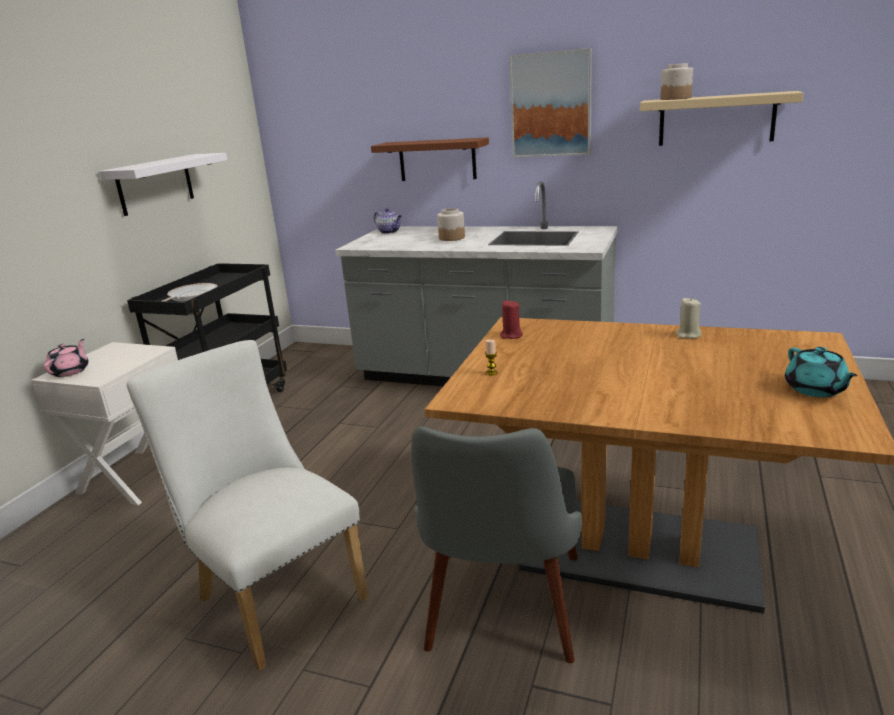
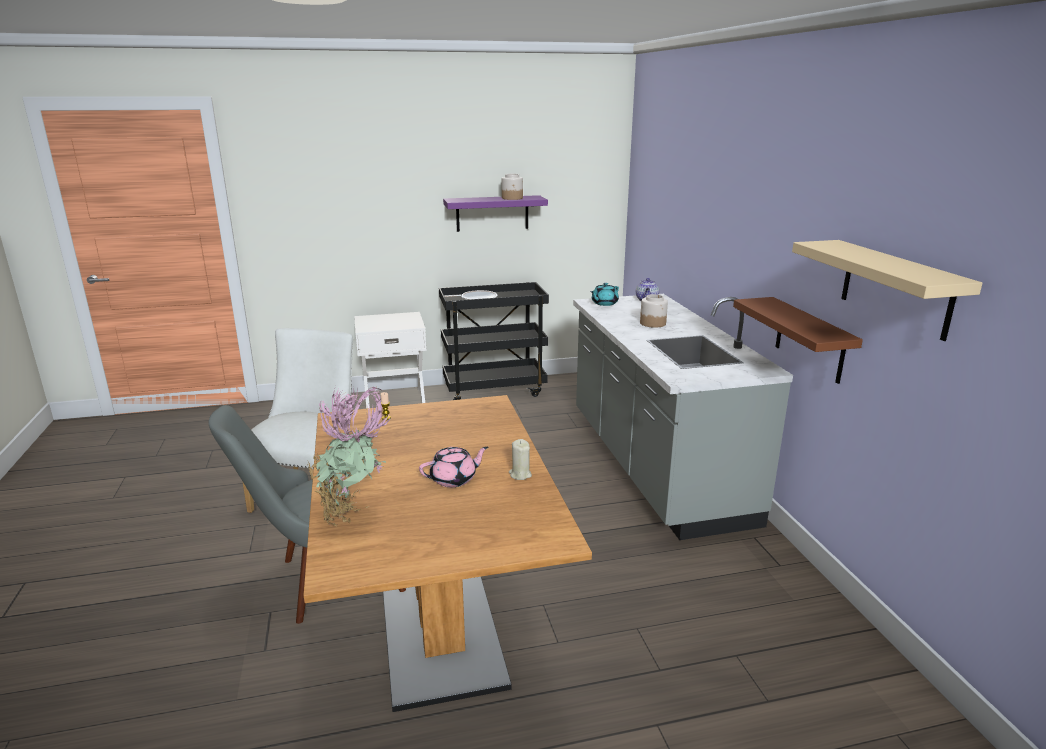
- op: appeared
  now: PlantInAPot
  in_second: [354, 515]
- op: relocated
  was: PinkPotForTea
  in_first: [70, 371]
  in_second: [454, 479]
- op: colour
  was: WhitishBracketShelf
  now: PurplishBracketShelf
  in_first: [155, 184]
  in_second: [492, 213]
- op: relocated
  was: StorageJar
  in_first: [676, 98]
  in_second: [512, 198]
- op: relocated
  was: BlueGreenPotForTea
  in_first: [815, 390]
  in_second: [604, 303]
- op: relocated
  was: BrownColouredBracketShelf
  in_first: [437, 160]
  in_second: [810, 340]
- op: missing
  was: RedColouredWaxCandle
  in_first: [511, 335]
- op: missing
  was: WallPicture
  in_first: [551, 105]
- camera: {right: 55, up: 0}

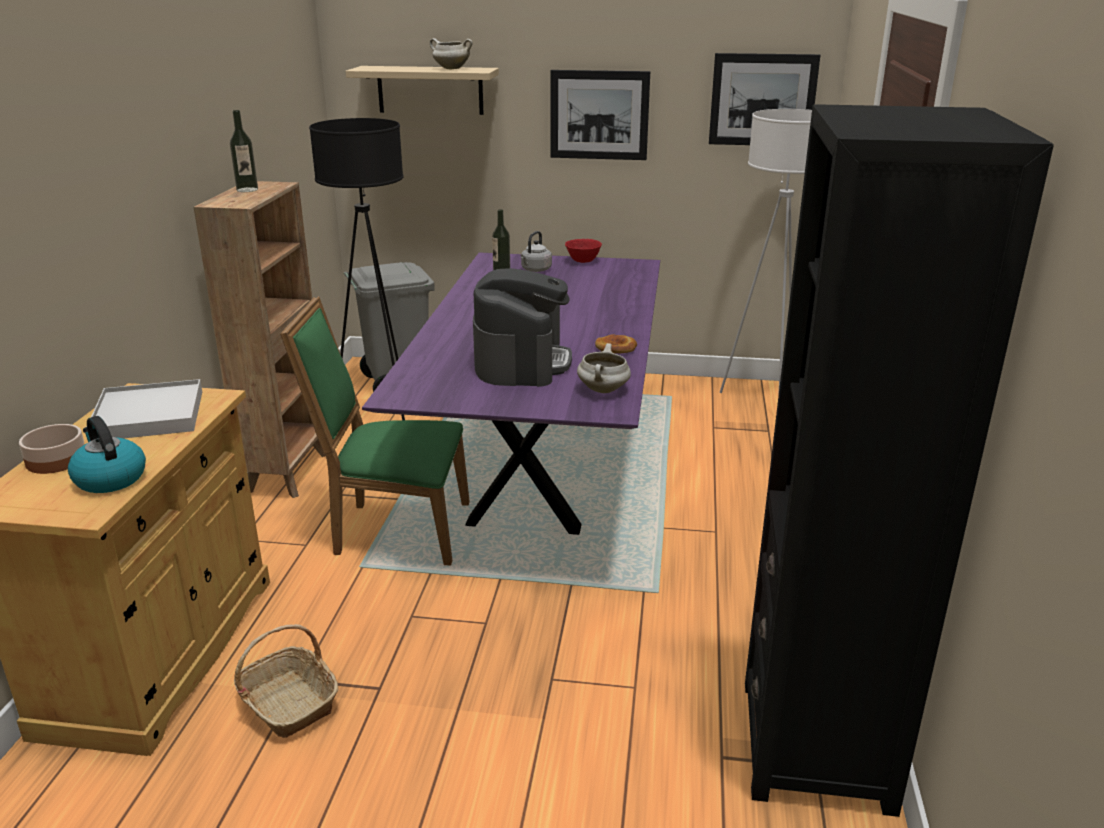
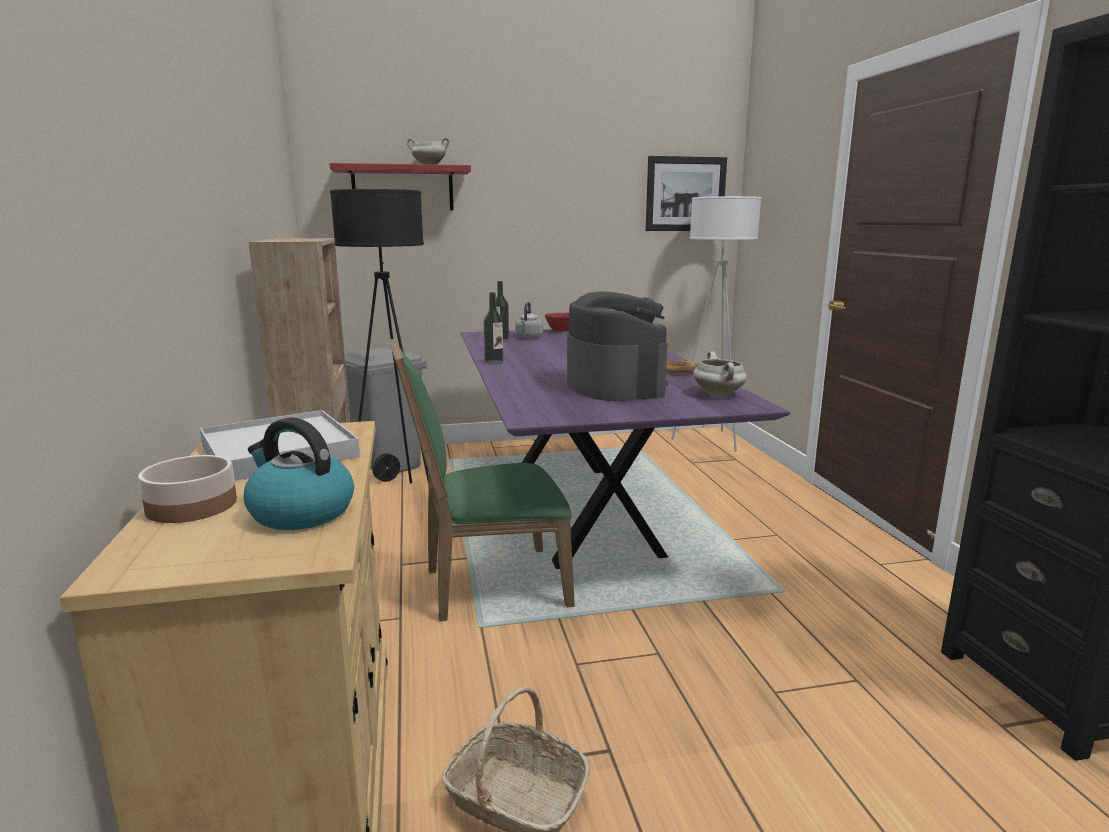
- op: colour
  was: BeigeBracketShelf
  now: RedColouredBracketShelf
  in_first: [430, 90]
  in_second: [403, 188]
- op: relocated
  was: BeverageBottle
  in_first: [247, 190]
  in_second: [494, 362]
- op: missing
  was: WallPicture
  in_first: [599, 115]
- camera: {right: -20, up: -10}

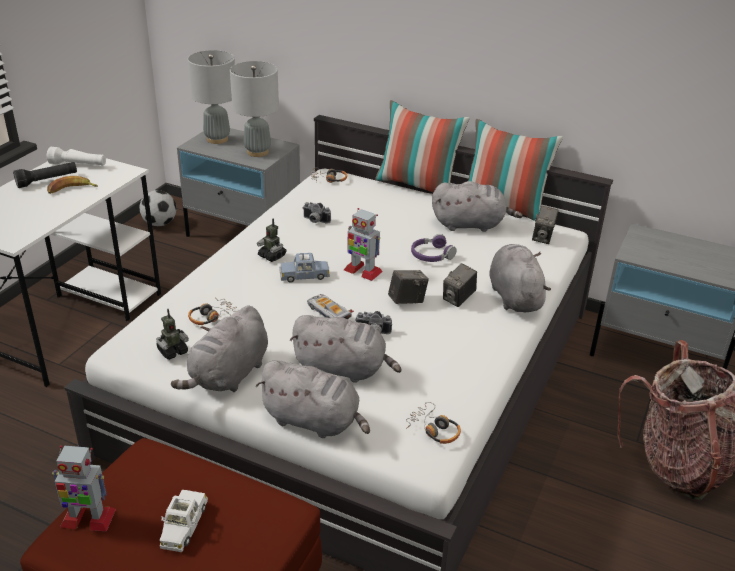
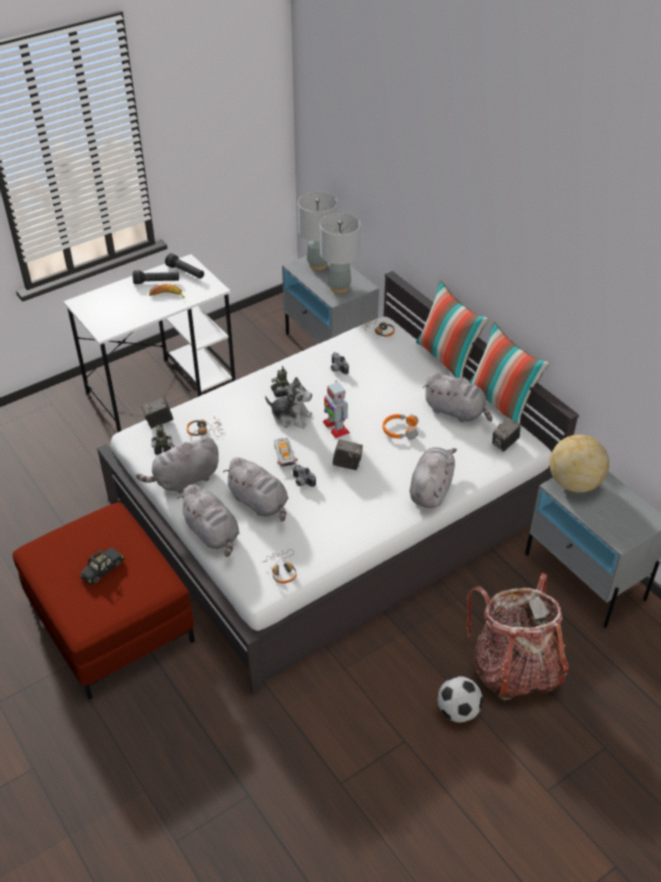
- op: colour
  was: WhitishModelCar
  now: BlackModelCar
  in_first: [183, 525]
  in_second: [102, 569]
- op: relocated
  was: PhotoCamera
  in_first: [458, 299]
  in_second: [159, 422]
- op: colour
  was: WhitishFlashlight
  now: BlackFlashlight
  in_first: [78, 165]
  in_second: [186, 272]
- op: exchanged
  was: BlueModelCar
  now: PlushToy
  in_first: [304, 275]
  in_second: [291, 417]
- op: colour
  was: PurplishHeadphones
  now: OrangeColouredHeadphones
  in_first: [431, 255]
  in_second: [400, 430]
- op: relocated
  was: FootballBall
  in_first: [159, 223]
  in_second: [457, 711]
- op: appeared
  now: Globe
  in_second: [574, 483]
- op: missing
  was: ToyRobot
  in_first: [87, 518]
- camera: {right: 30, up: 10}

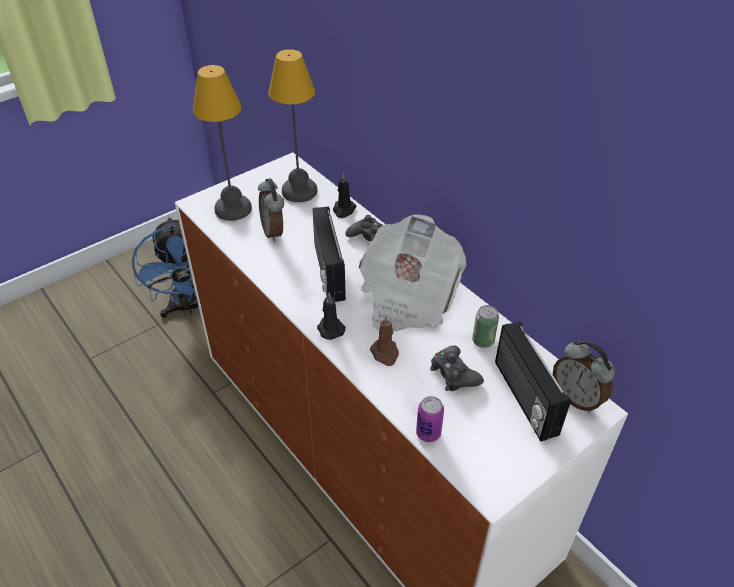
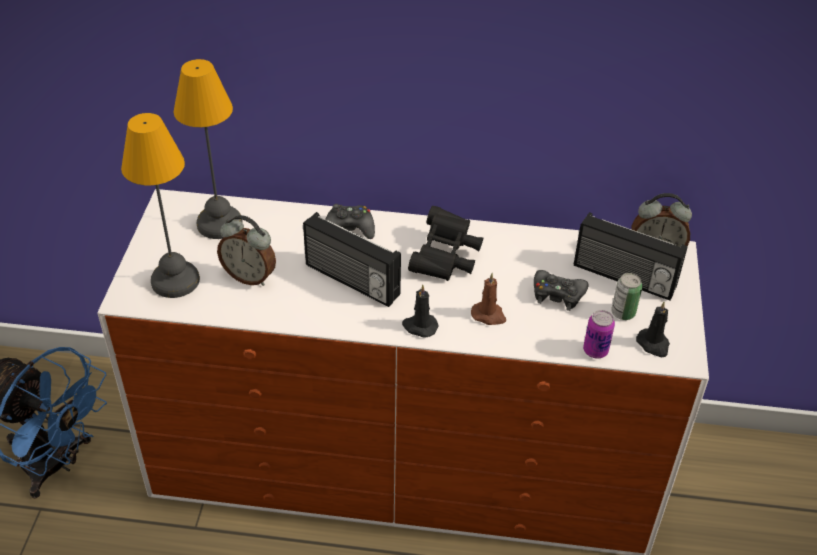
- op: exchanged
  was: PrintedPaper
  now: BlackPairOfBinoculars
  in_first: [407, 297]
  in_second: [445, 258]
- op: relocated
  was: SealedCan
  in_first: [483, 341]
  in_second: [623, 313]
- op: relocated
  was: BlackWaxCandle
  in_first: [344, 210]
  in_second: [653, 344]
- camera: {right: -45, up: 0}

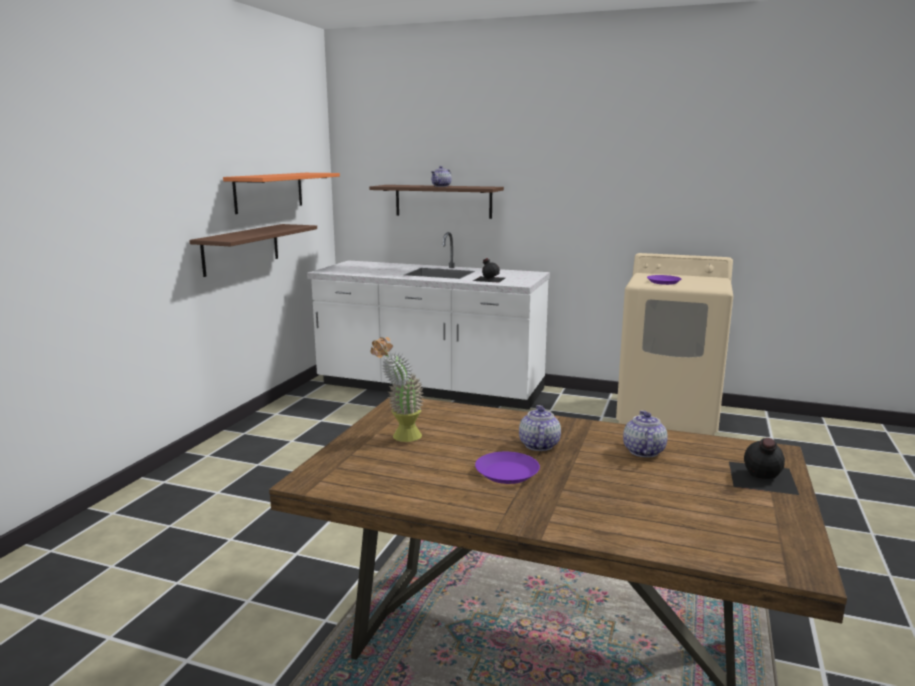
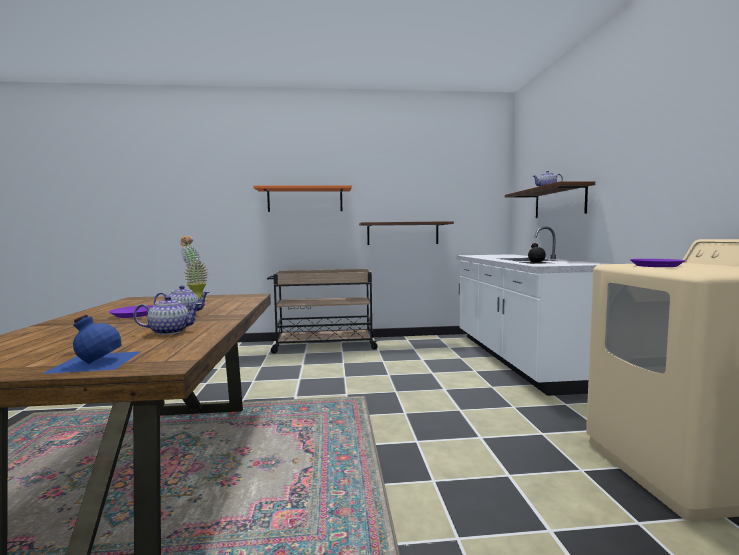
- op: colour
  was: BlackBeverageBottle
  now: BlueBeverageBottle
  in_first: [761, 477]
  in_second: [95, 361]
- op: relocated
  was: OrangeColouredBracketShelf
  in_first: [269, 192]
  in_second: [305, 200]
- op: appeared
  now: BeigeWheeledCart
  in_second: [323, 345]
- camera: {right: 65, up: -10}

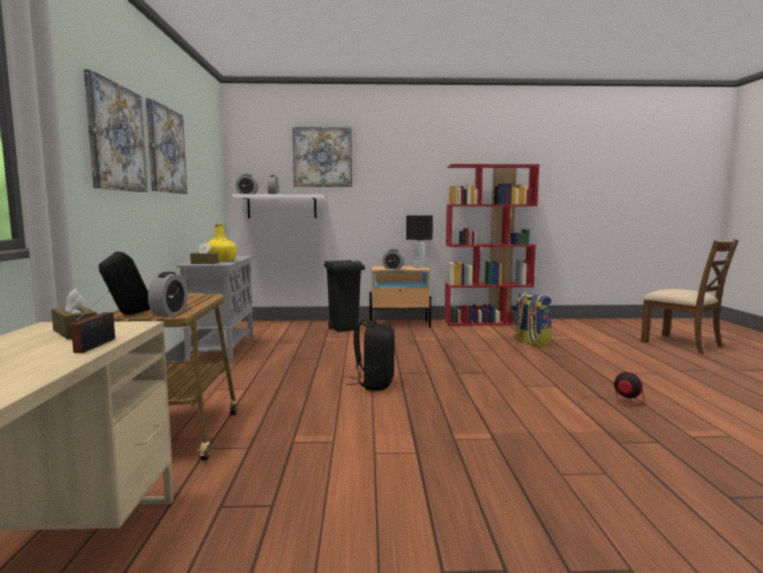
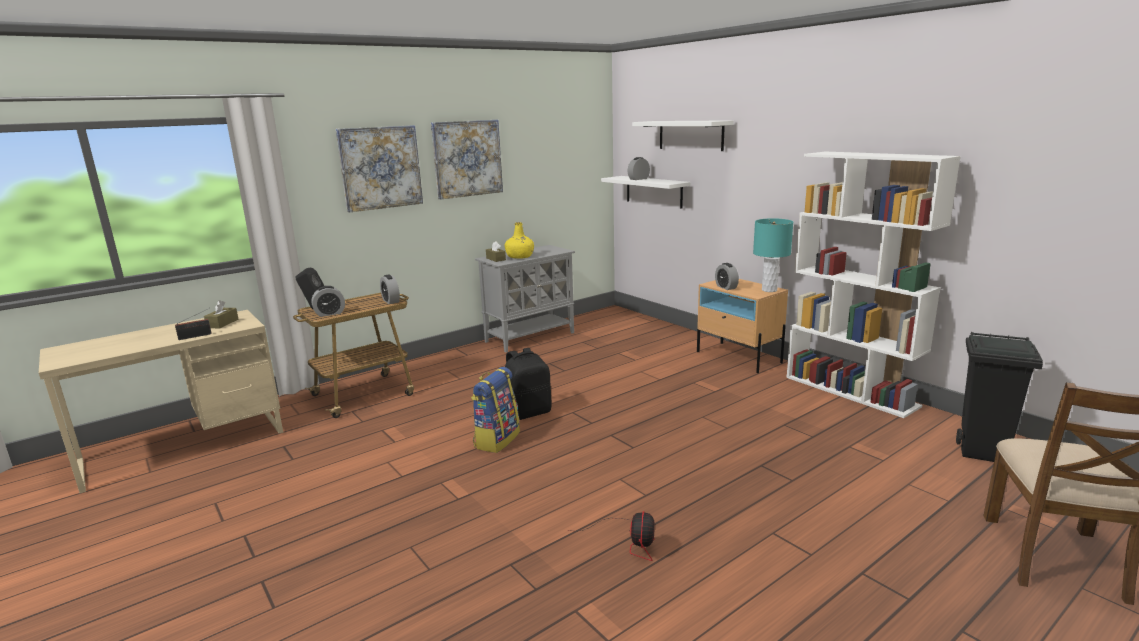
- op: relocated
  was: AlarmClock
  in_first: [247, 194]
  in_second: [391, 301]
- op: relocated
  was: Knapsack
  in_first: [531, 342]
  in_second: [496, 439]
- op: exchanged
  was: WallPicture
  now: WhitishBracketShelf
  in_first: [322, 157]
  in_second: [690, 135]
- op: colour
  was: BlackTableLamp
  now: BlueGreenTableLamp
  in_first: [419, 266]
  in_second: [769, 290]
- op: colour
  was: RedColouredBookshelf
  now: WhitishBookshelf
  in_first: [487, 322]
  in_second: [851, 391]
- op: relocated
  was: BlackWasteBin
  in_first: [344, 329]
  in_second: [983, 452]
- camera: {right: 55, up: 10}

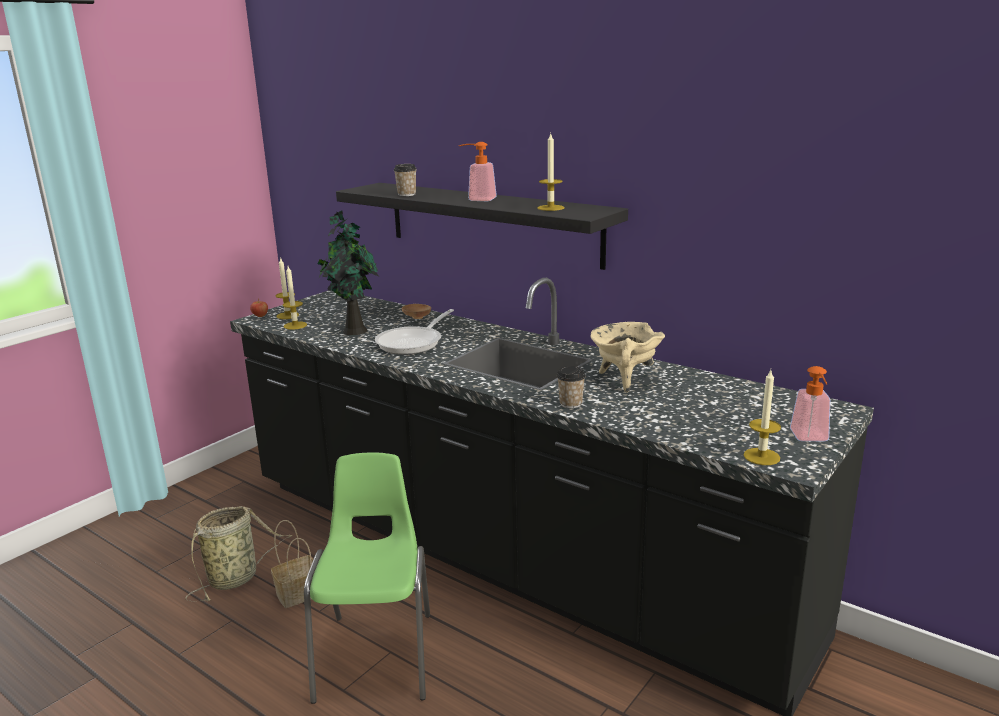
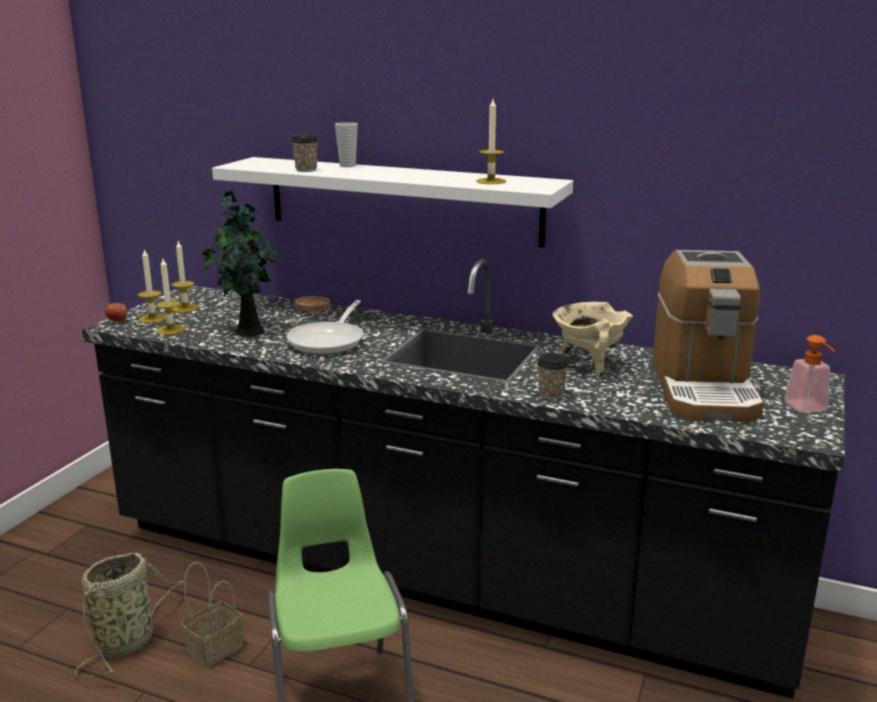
- op: relocated
  was: WaxCandle
  in_first: [761, 456]
  in_second: [185, 308]
- op: colour
  was: BlackBracketShelf
  now: WhitishBracketShelf
  in_first: [491, 223]
  in_second: [402, 200]
- op: appeared
  now: Cup
  in_second: [347, 166]
- op: appeared
  now: CoffeeMaker
  in_second: [703, 389]
- op: missing
  was: SoapBottle
  in_first: [477, 199]
- camera: {right: -15, up: 0}

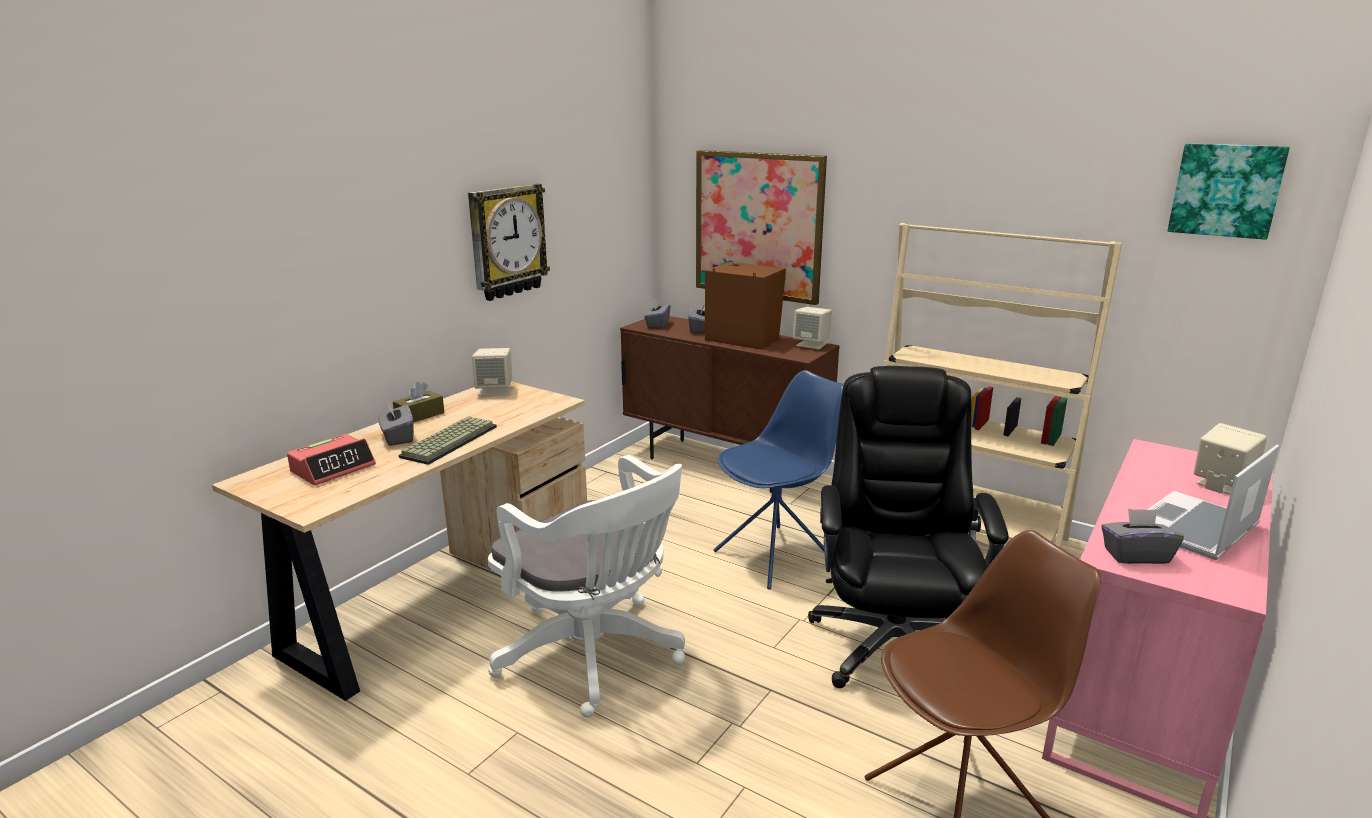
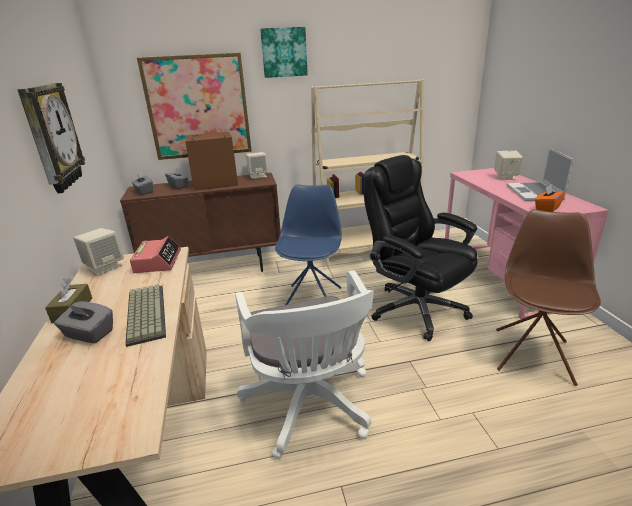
- op: relocated
  was: AlarmClock
  in_first: [333, 468]
  in_second: [158, 261]
- op: spun
  was: WhitishDeskChair
  in_first: [595, 656]
  in_second: [310, 408]
  clockwise: 75
- op: relocated
  was: WallPicture
  in_first: [1226, 190]
  in_second: [284, 52]
- op: colour
  was: GrayTissueHolder
  now: OrangeColouredTissueHolder
  in_first: [1135, 555]
  in_second: [547, 208]
- camera: {right: -45, up: 5}

